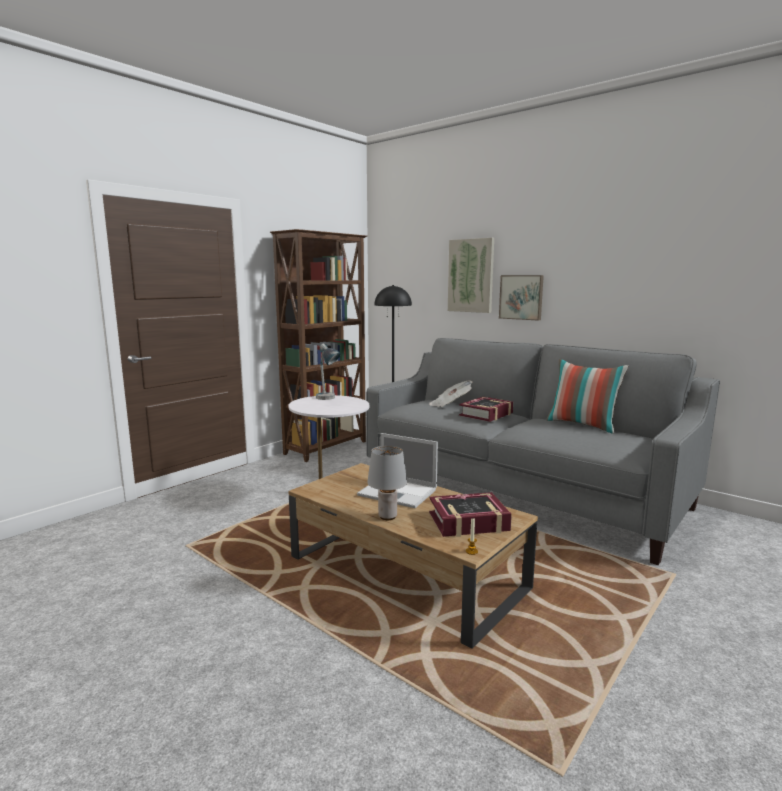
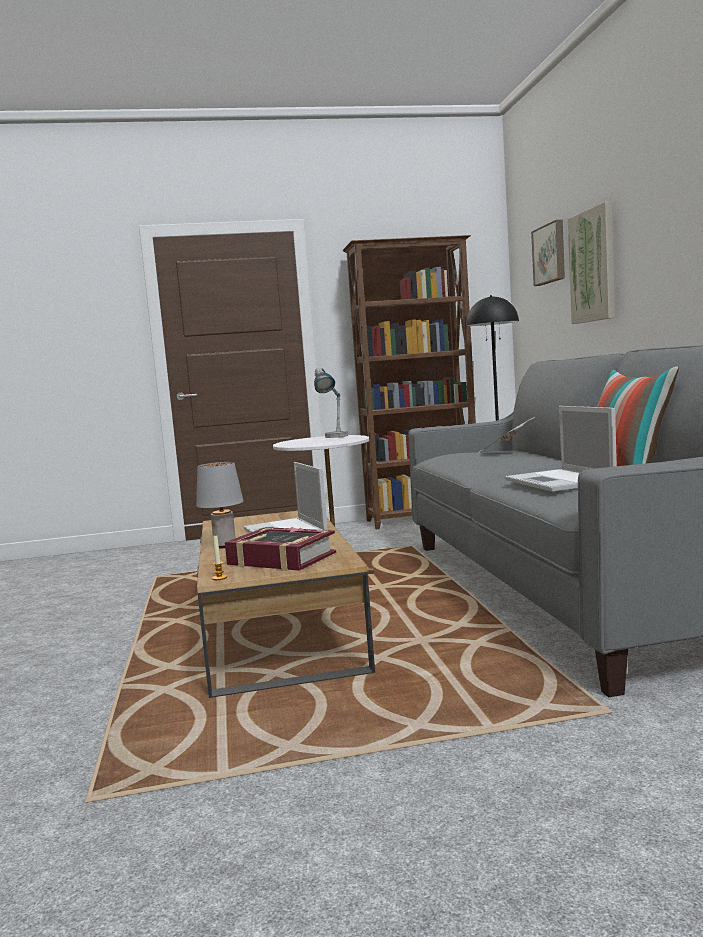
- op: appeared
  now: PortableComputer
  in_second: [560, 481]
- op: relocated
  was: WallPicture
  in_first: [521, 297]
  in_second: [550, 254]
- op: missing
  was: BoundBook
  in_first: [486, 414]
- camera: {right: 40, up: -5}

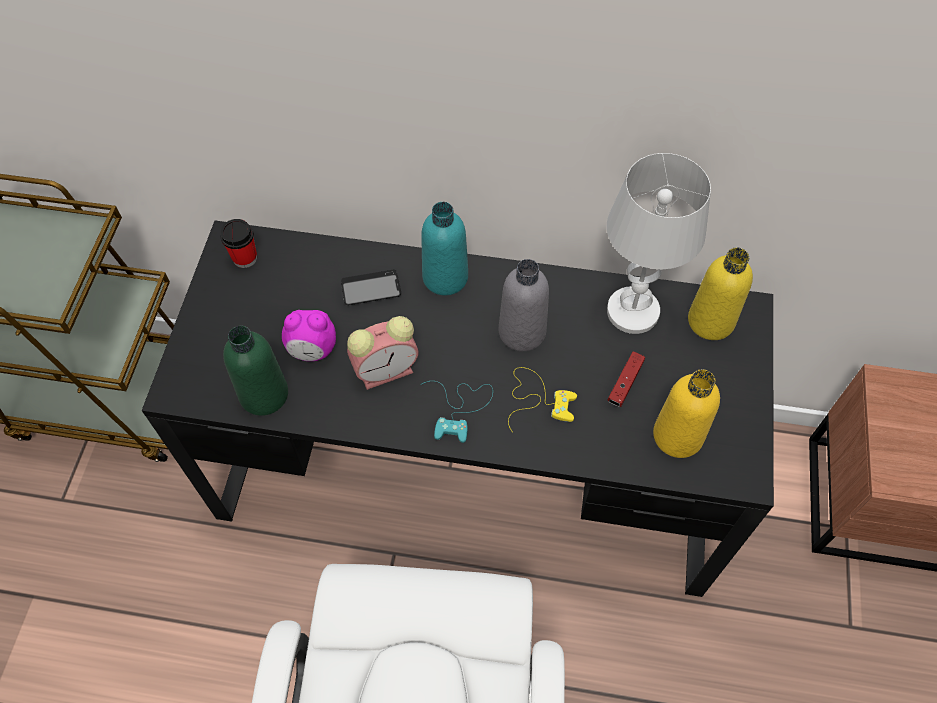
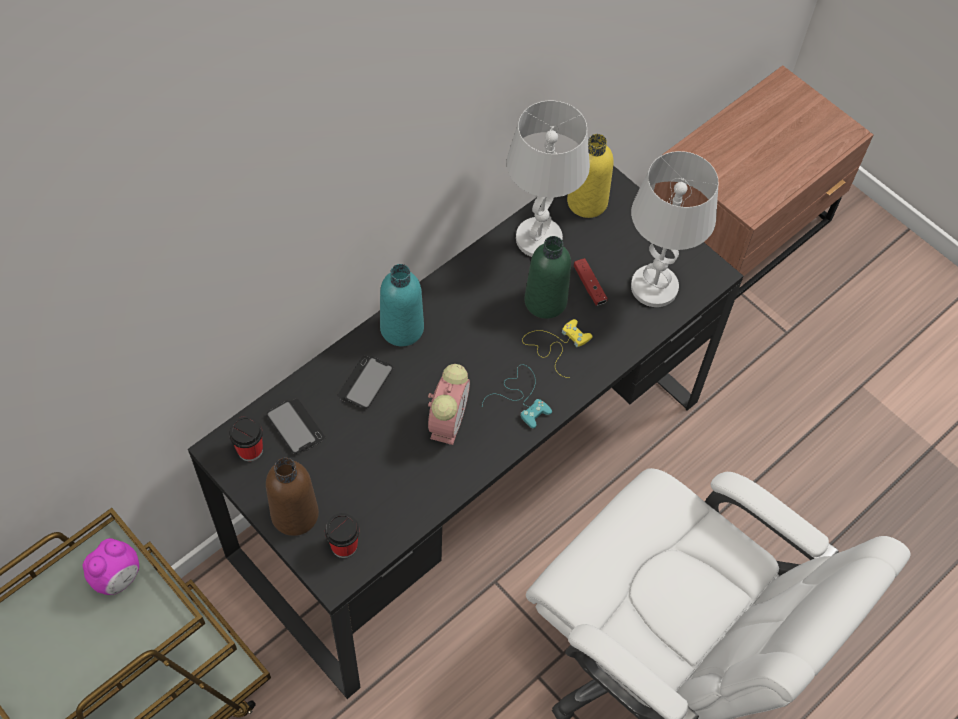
- op: relocated
  was: AlarmClock
  in_first: [313, 350]
  in_second: [117, 578]
- op: appeared
  now: Telephone
  in_second: [296, 427]
- op: appeared
  now: BrownColouredBeverageBottle
  in_second: [295, 514]
- op: appeared
  now: Cup
  in_second: [344, 545]
- op: relocated
  was: GreenBeverageBottle
  in_first: [264, 394]
  in_second: [545, 301]
- op: exchanged
  was: YellowBeverageBottle
  now: WhitishTableLamp
  in_first: [677, 435]
  in_second: [653, 287]
- op: missing
  was: GrayBeverageBottle
  in_first: [522, 332]
- camera: {right: -55, up: 0}

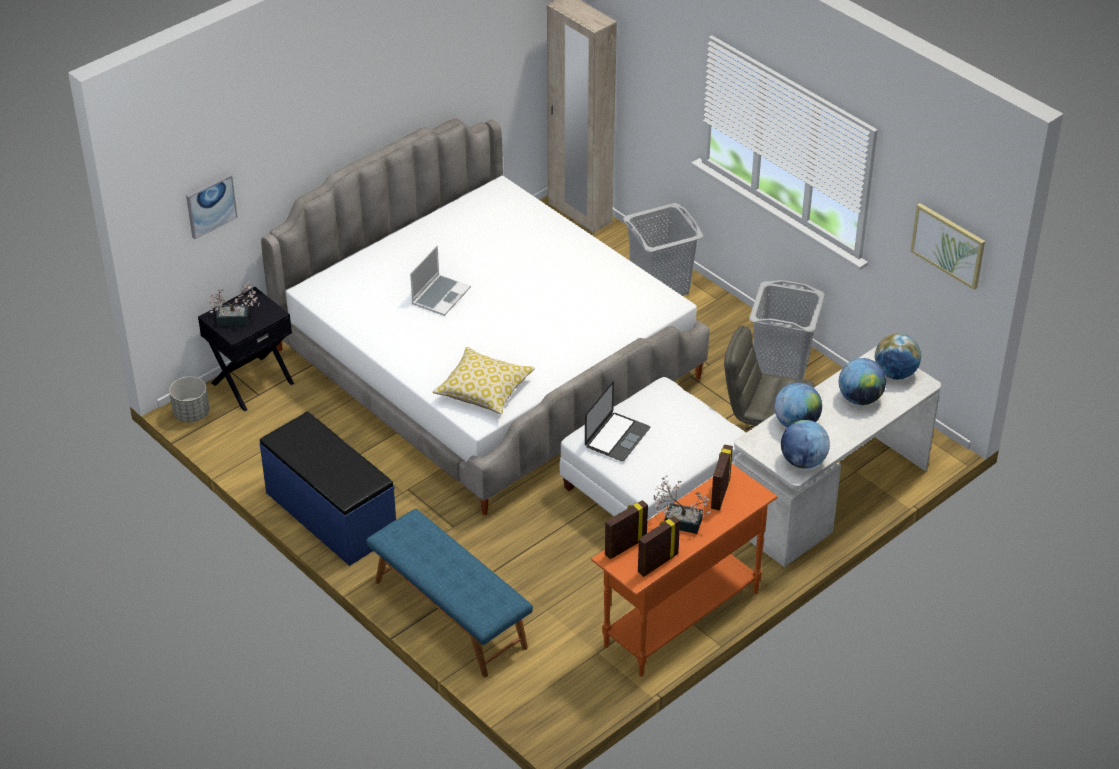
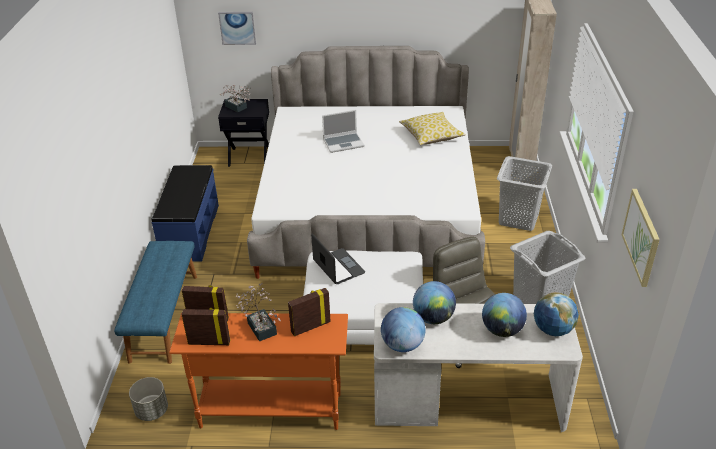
- op: relocated
  was: GrayFlowerPot
  in_first: [191, 414]
  in_second: [151, 410]
- op: spun
  was: PortableComputer
  in_first: [617, 437]
  in_second: [338, 267]
  clockwise: -105
- op: relocated
  was: Cushion
  in_first: [484, 390]
  in_second: [431, 136]
- camera: {right: 45, up: -5}

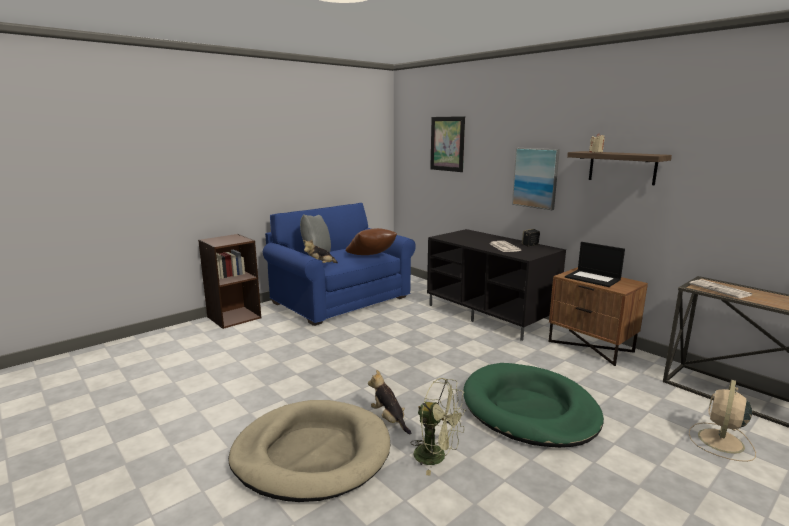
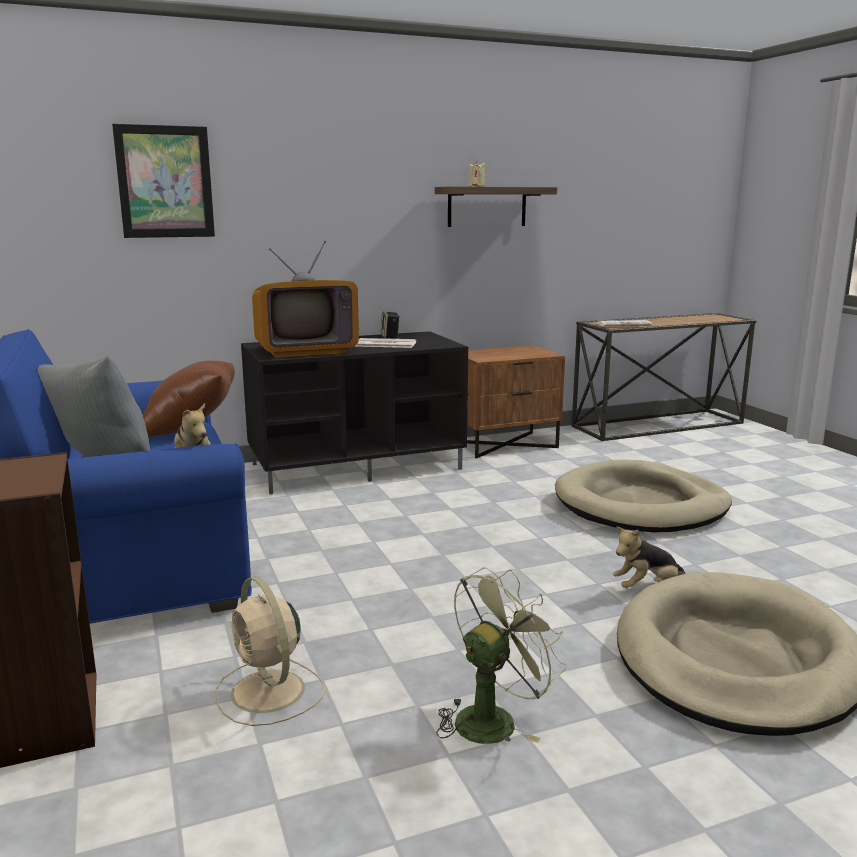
- op: relocated
  was: BeigeCoolingFan
  in_first: [720, 442]
  in_second: [269, 693]
- op: appeared
  now: TvSet
  in_second: [306, 350]
- op: relocated
  was: GreenCoolingFan
  in_first: [437, 457]
  in_second: [493, 718]
- op: colour
  was: GreenDogBed
  now: BeigeDogBed
  in_first: [529, 409]
  in_second: [641, 504]
- op: missing
  was: WallPicture
  in_first: [535, 178]
- op: missing
  was: PortableComputer
  in_first: [593, 278]
- camera: {right: -70, up: 0}

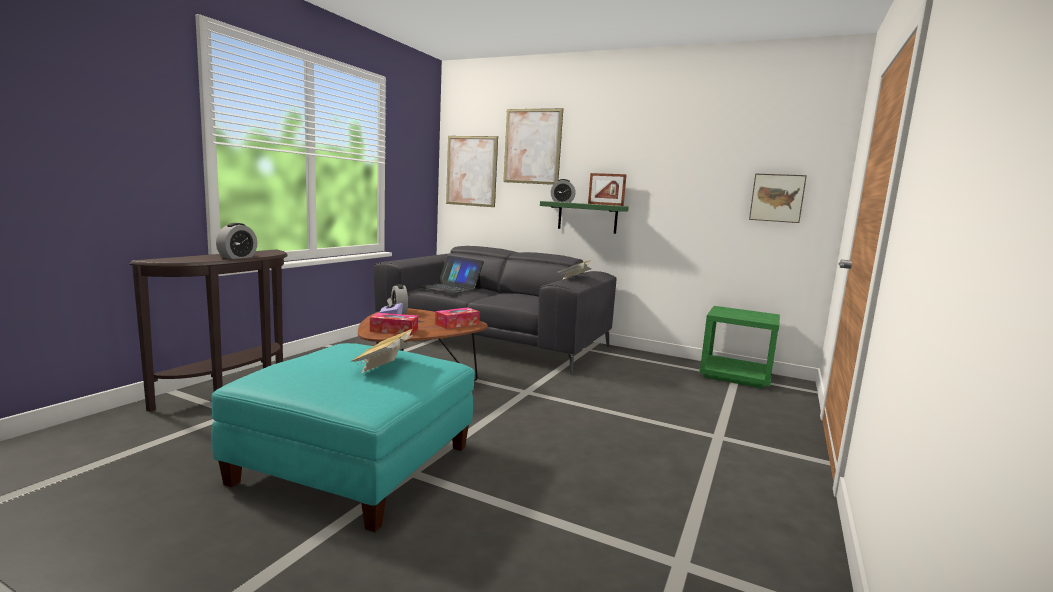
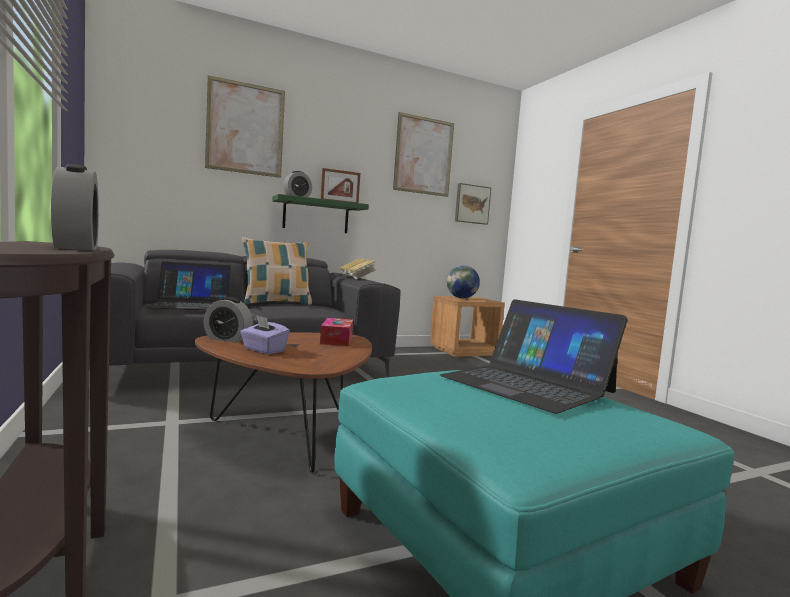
- op: appeared
  now: Cushion
  in_second: [276, 303]
- op: relocated
  was: WallPicture
  in_first: [471, 171]
  in_second: [423, 156]
- op: colour
  was: GreenNightTable
  now: BrownColouredNightTable
  in_first: [736, 376]
  in_second: [464, 351]
- op: exchanged
  was: BoundBook
  now: PortableComputer
  in_first: [385, 365]
  in_second: [527, 384]
- op: appeared
  now: Globe
  in_second: [461, 298]
- op: missing
  was: TissueHolder
  in_first: [394, 330]
- camera: {right: -50, up: -5}

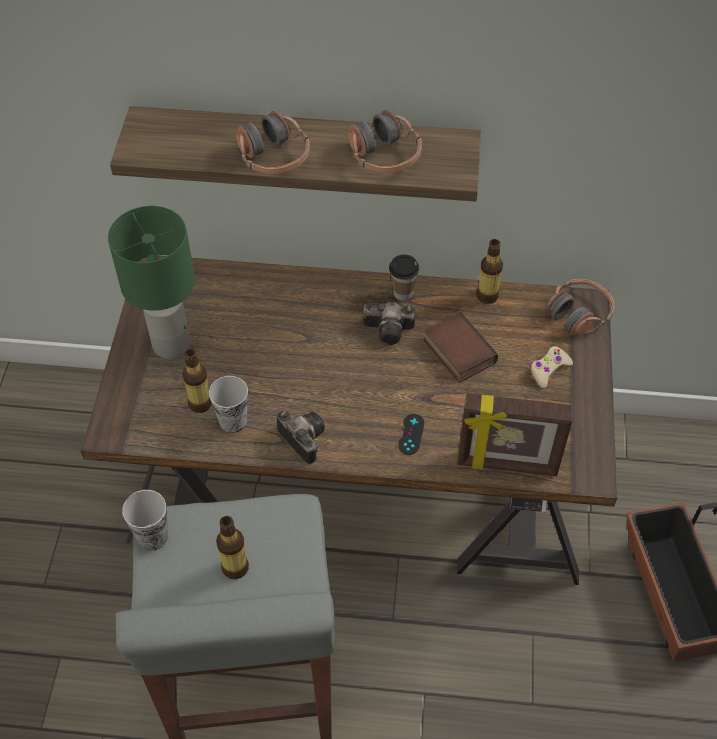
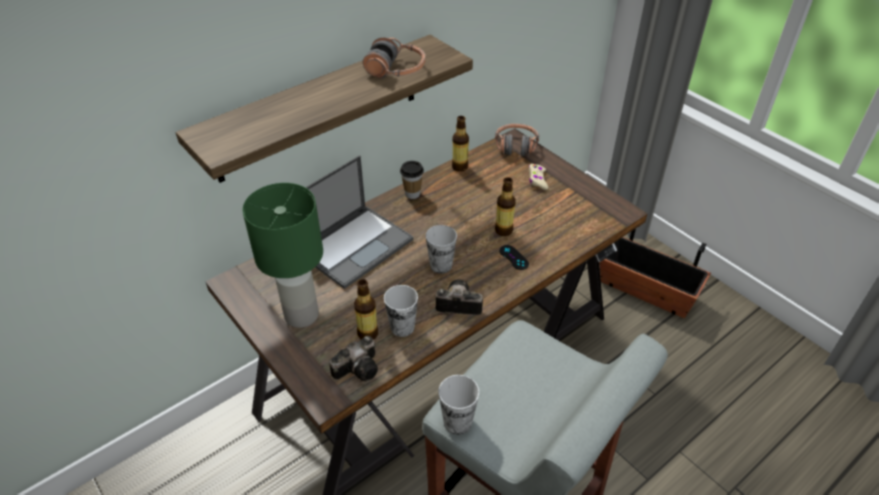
- op: appeared
  now: PortableComputer
  in_second: [355, 245]
- op: relocated
  was: PhotoCamera
  in_first: [391, 330]
  in_second: [359, 367]
- op: appeared
  now: Cup
  in_second: [441, 265]
- op: relocated
  was: BeverageBottle
  in_first: [235, 567]
  in_second: [503, 230]
- op: missing
  was: Headphones
  in_first: [273, 157]
- op: missing
  was: BoundBook
  in_first: [457, 351]
- op: missing
  was: StandingFrame
  in_first: [507, 465]
- camera: {right: -45, up: -10}

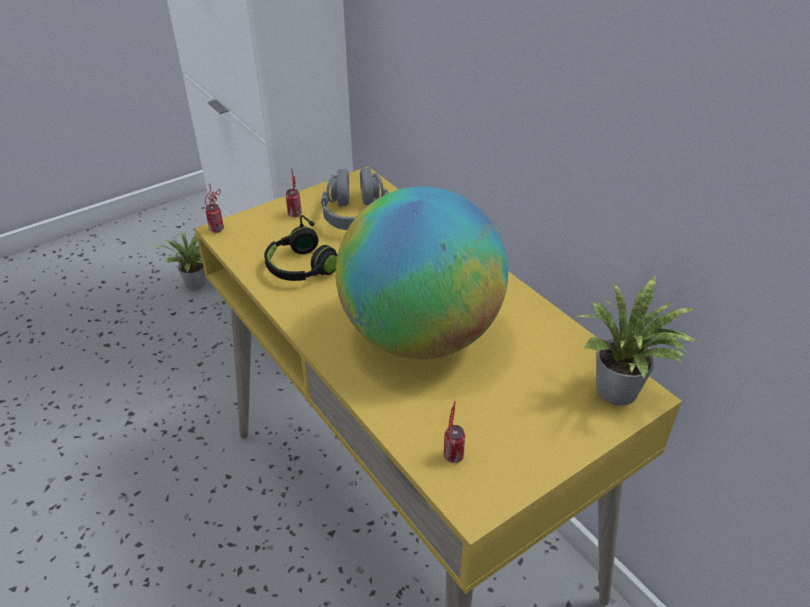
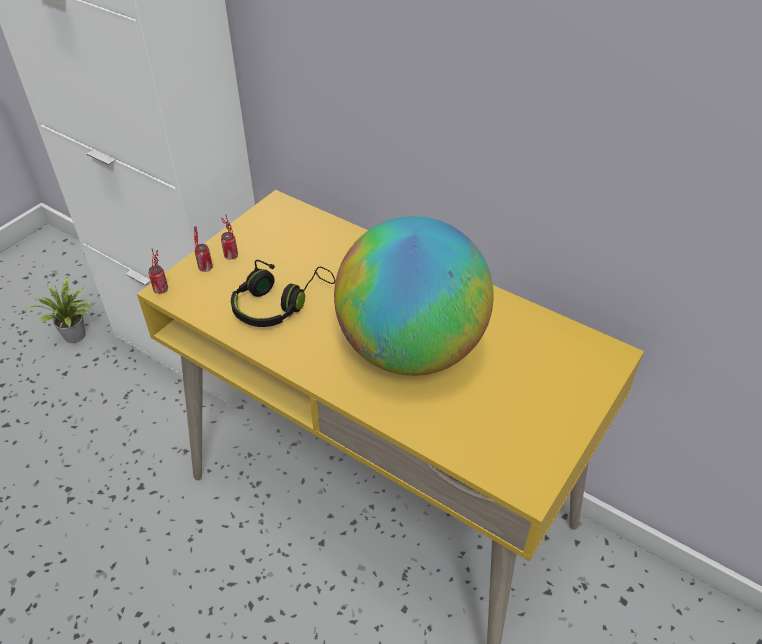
- op: relocated
  was: SealedCan
  in_first: [453, 458]
  in_second: [205, 269]
- op: missing
  was: GrayHeadphones
  in_first: [356, 214]
- op: missing
  was: PlantInAPot
  in_first: [620, 394]
- camera: {right: -20, up: 5}

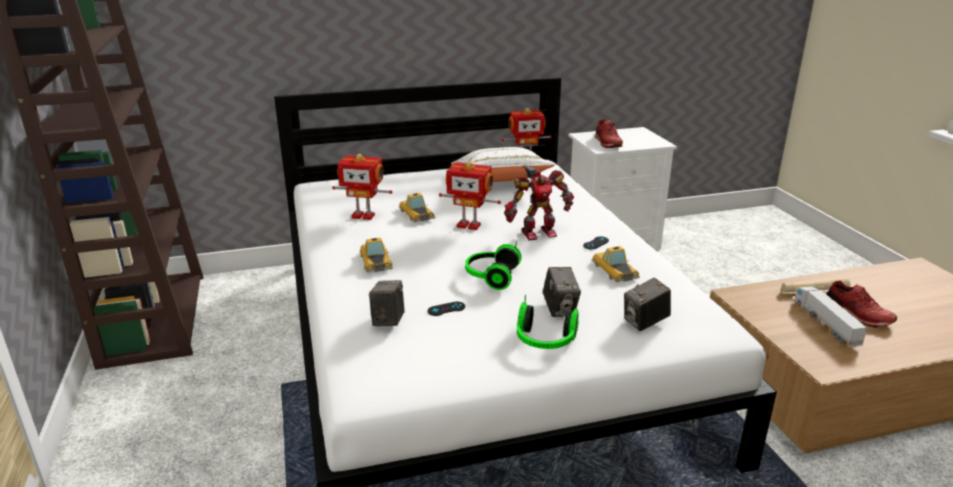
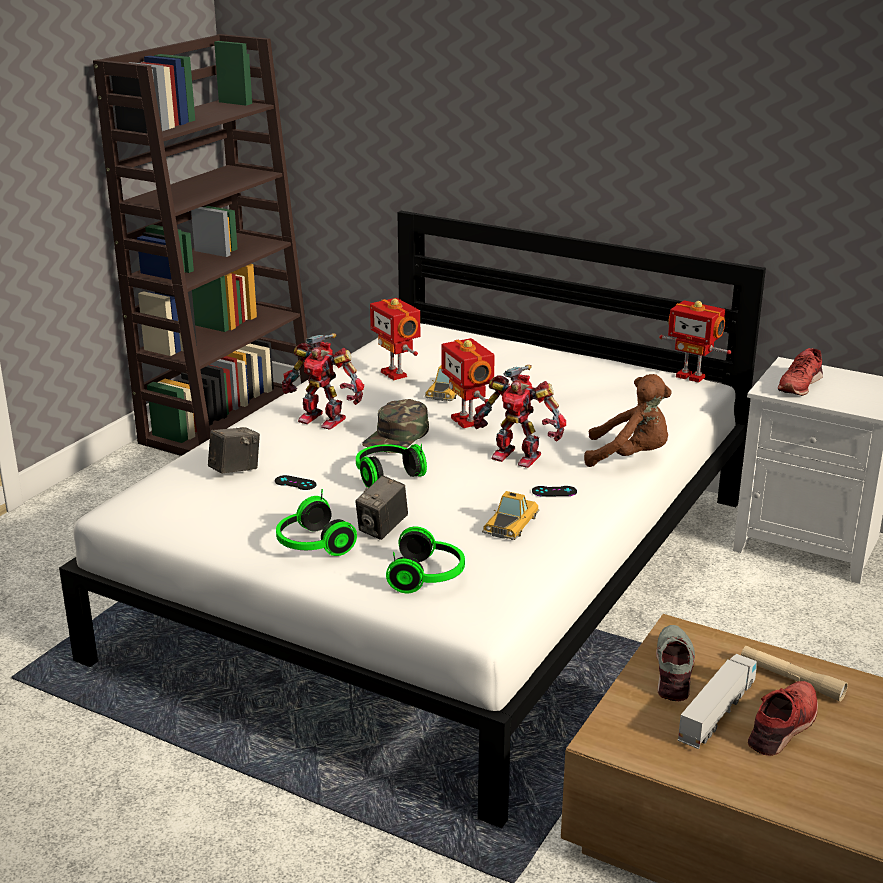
- op: exchanged
  was: ModelCar
  now: ToyRobot
  in_first: [376, 260]
  in_second: [323, 419]
- op: appeared
  now: GreenBaseballCap
  in_second: [397, 437]
- op: exchanged
  was: PhotoCamera
  now: Headphones
  in_first: [645, 322]
  in_second: [428, 577]
- op: appeared
  now: BrownColouredPlushToy
  in_second: [630, 457]
- op: appeared
  now: GrayItemOfFootwear
  in_second: [674, 670]
- op: spun
  was: RedColouredItemOfFootwear
  in_first: [856, 314]
  in_second: [784, 726]
  clockwise: -150
- op: missing
  was: WhitishCushion
  in_first: [500, 182]
- camera: {right: 45, up: 0}

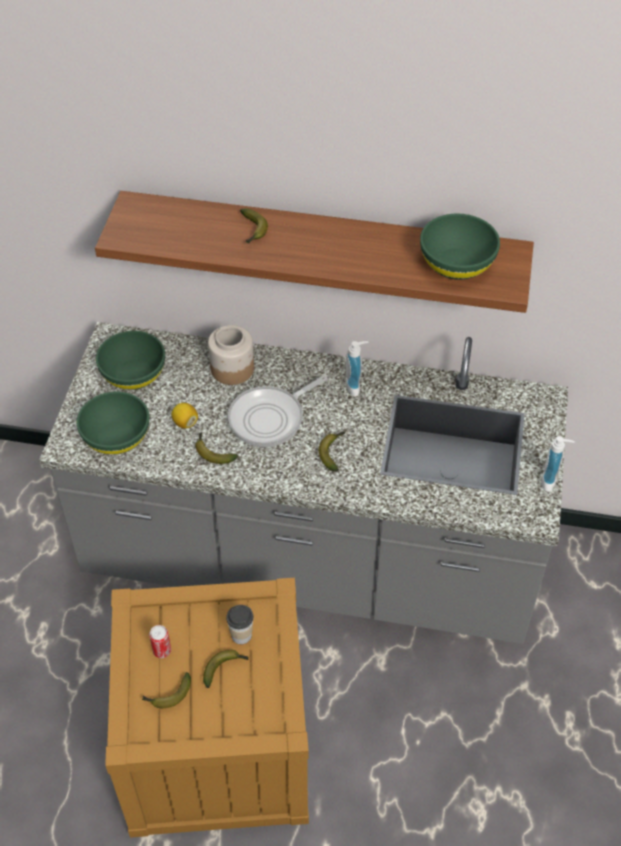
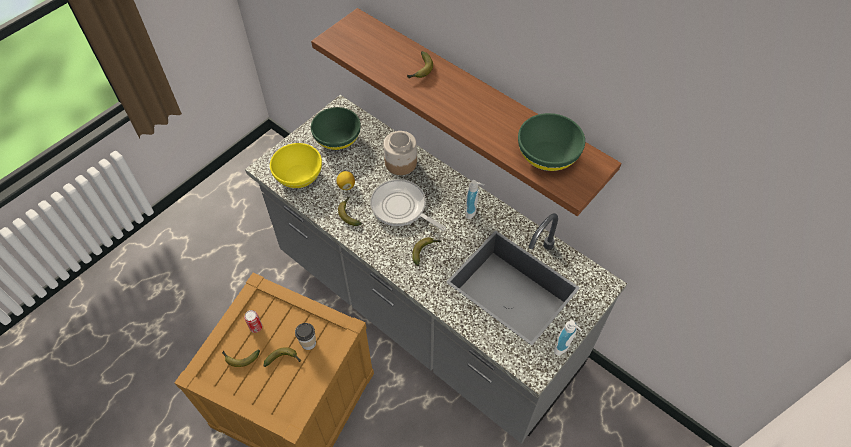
- op: colour
  was: GreenBowl
  now: YellowBowl
  in_first: [116, 437]
  in_second: [298, 176]
- op: spun
  was: Skillet
  in_first: [270, 418]
  in_second: [401, 208]
  clockwise: 45
- camera: {right: 30, up: 5}

